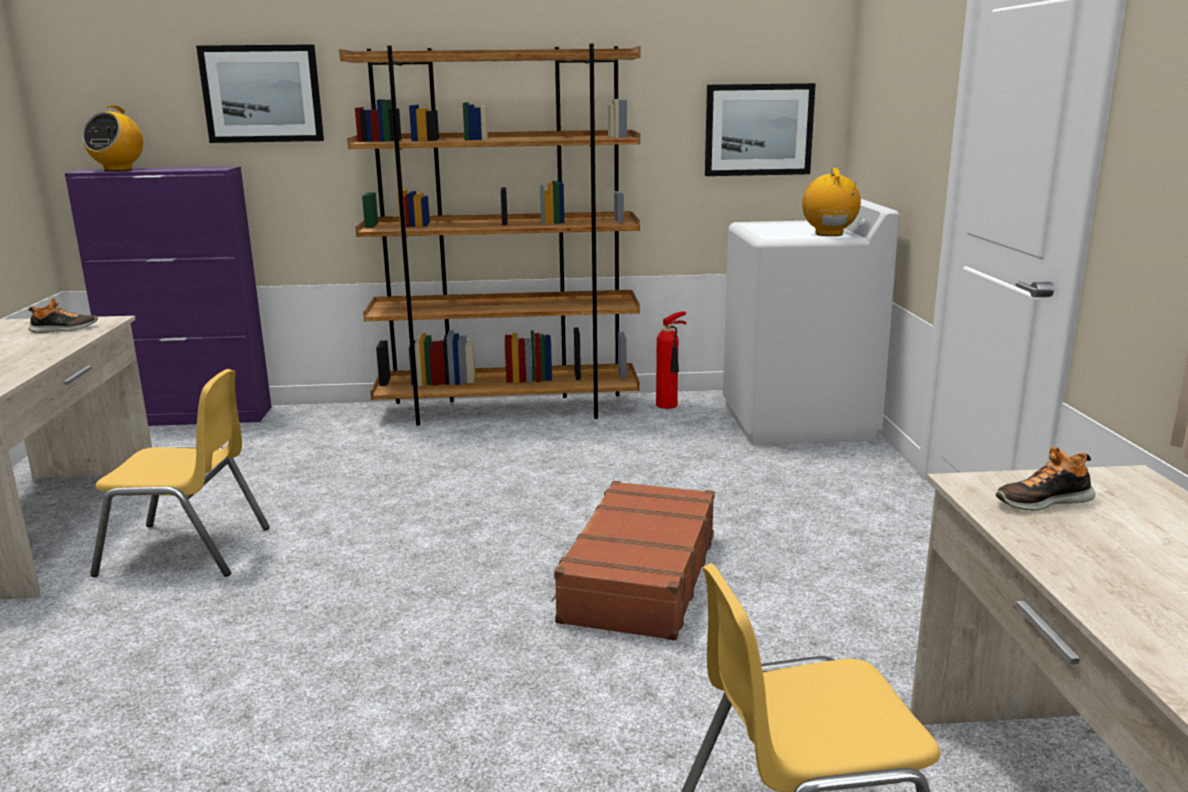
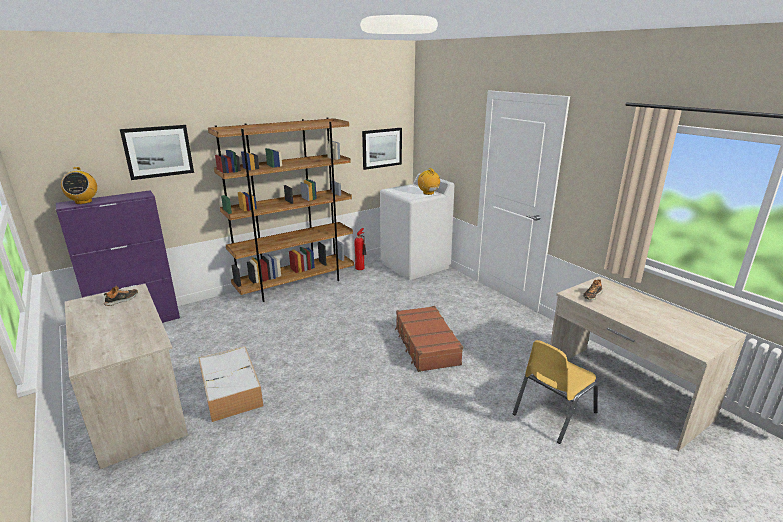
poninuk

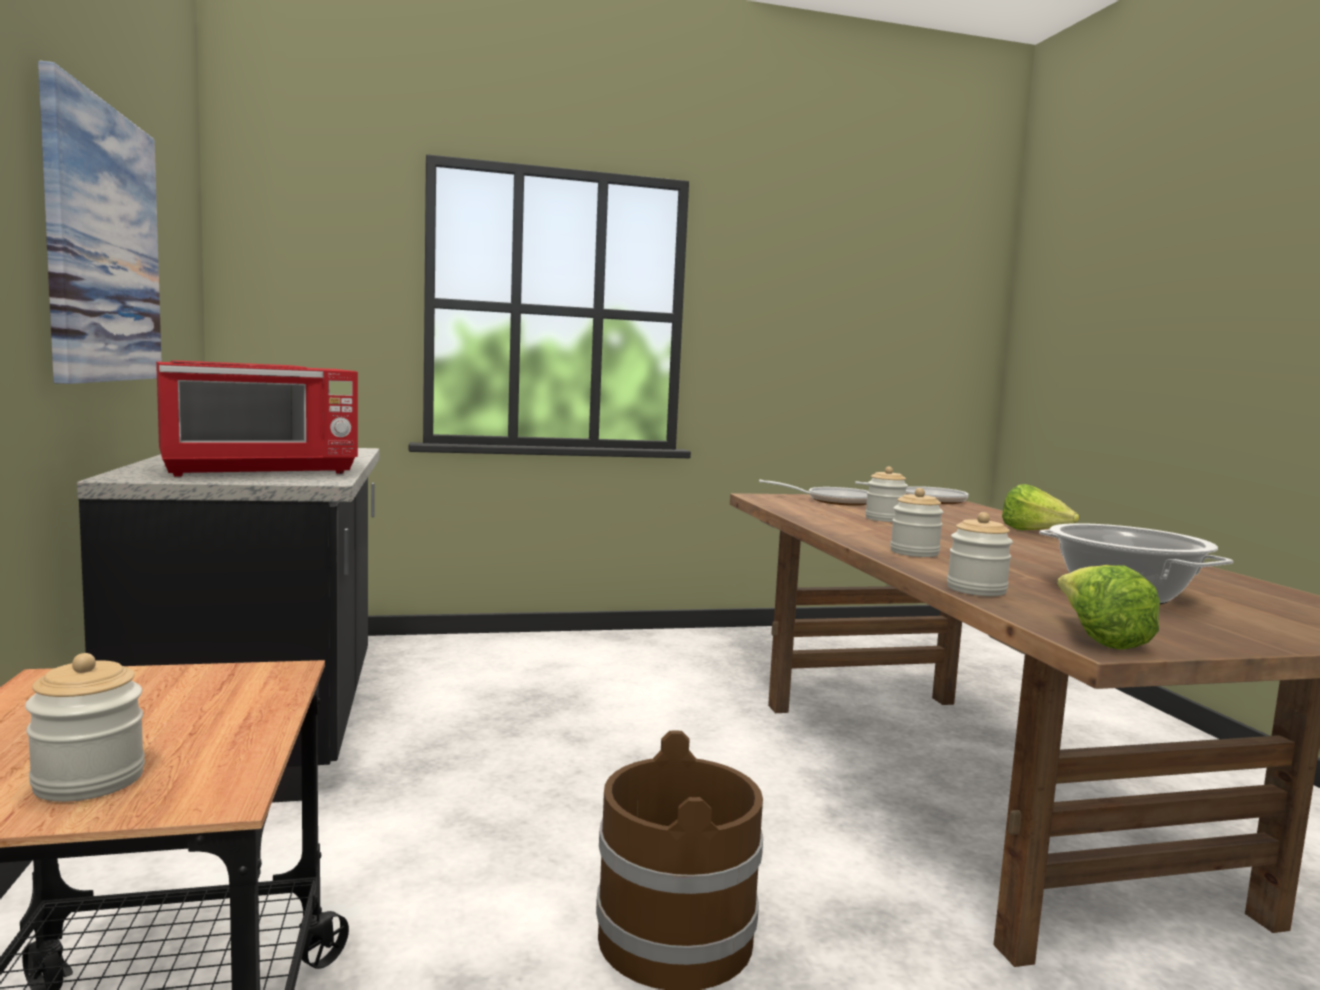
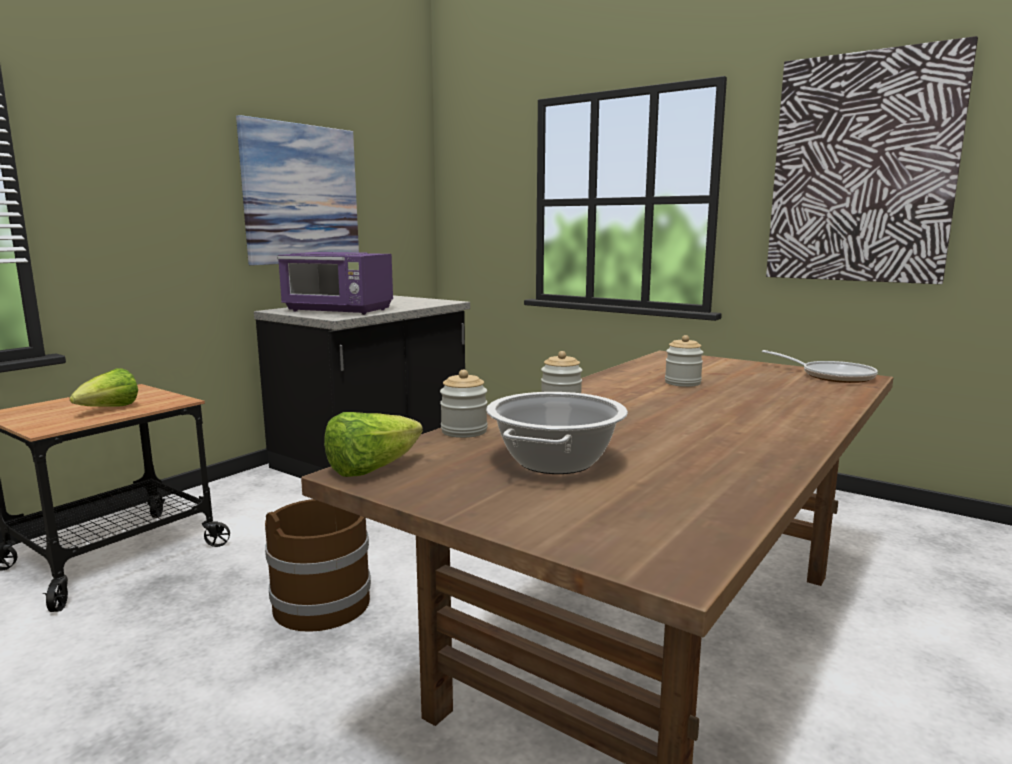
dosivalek (no. 1 from left)
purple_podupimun
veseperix (no. 2 from left)
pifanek (no. 1 from left in the first image)
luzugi (no. 1 from left in the first image)

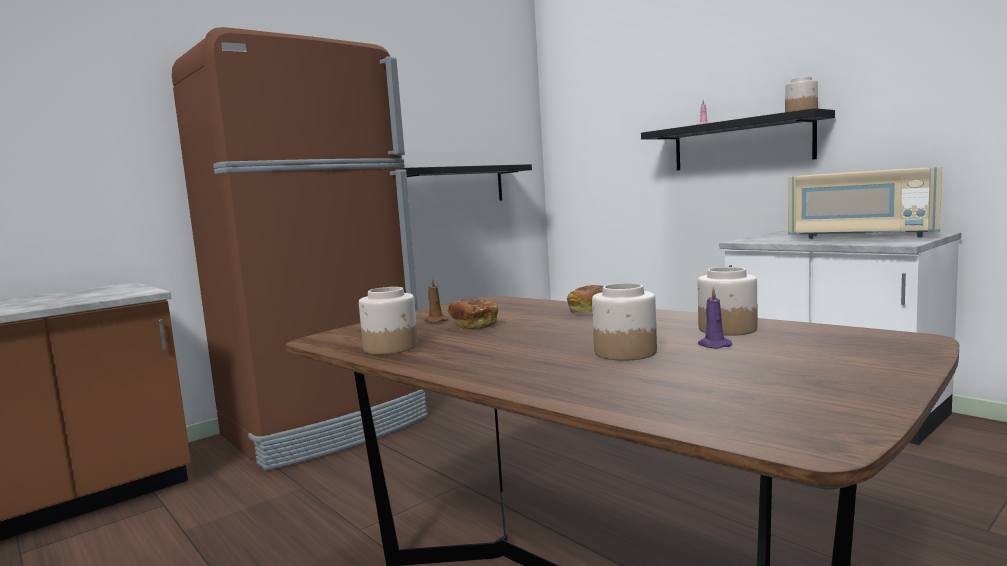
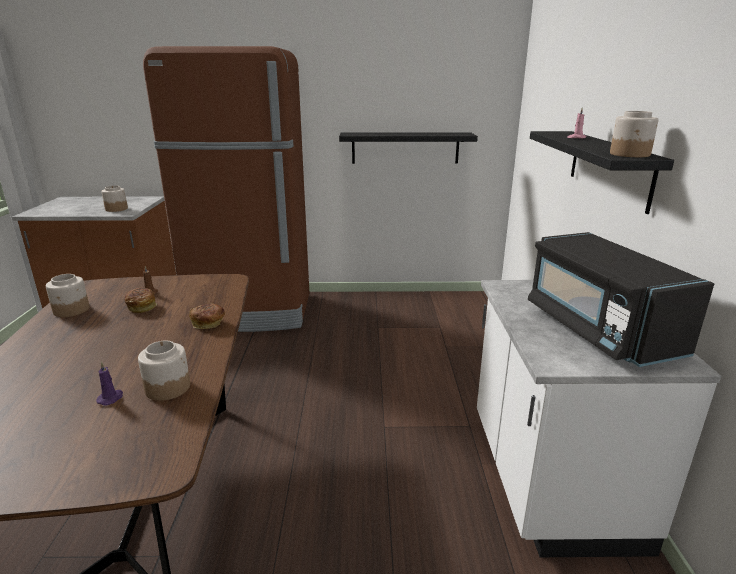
pifanek (no. 2 from left)
black_podupimun

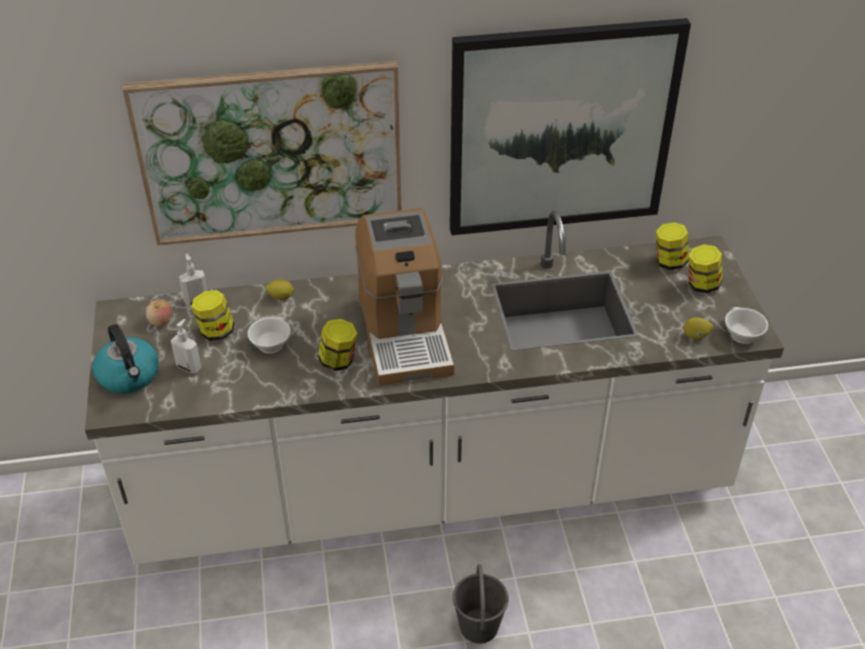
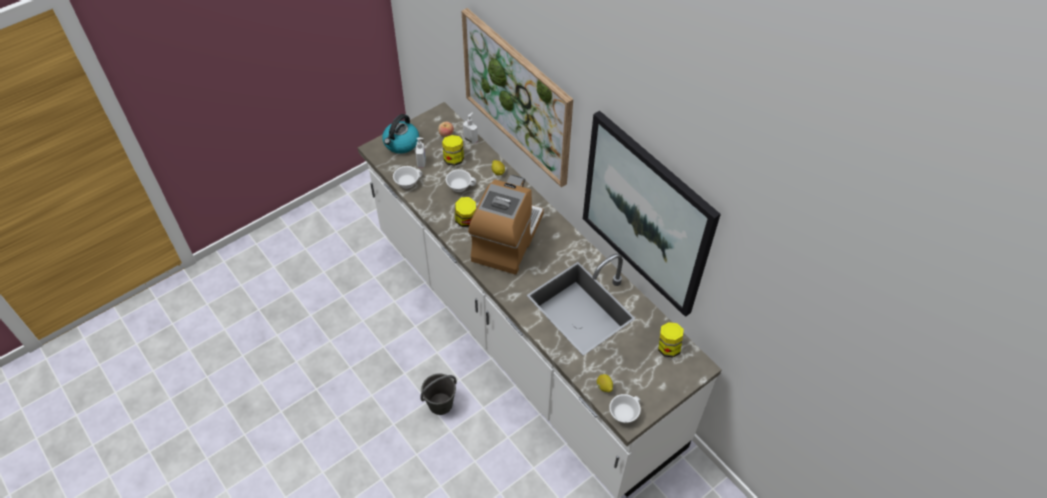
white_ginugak (no. 1 from left)
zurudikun
pifanek (no. 4 from left in the first image)

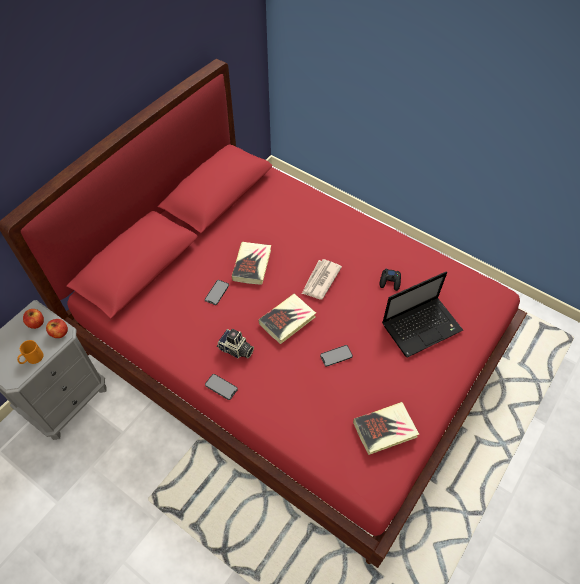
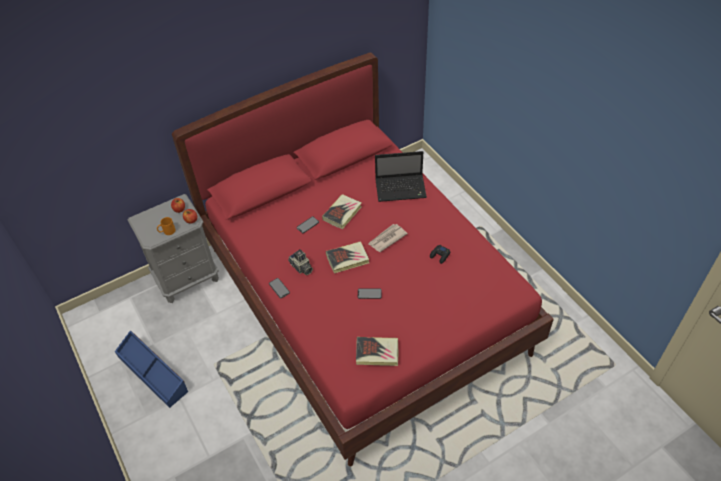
blue_poninuk
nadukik

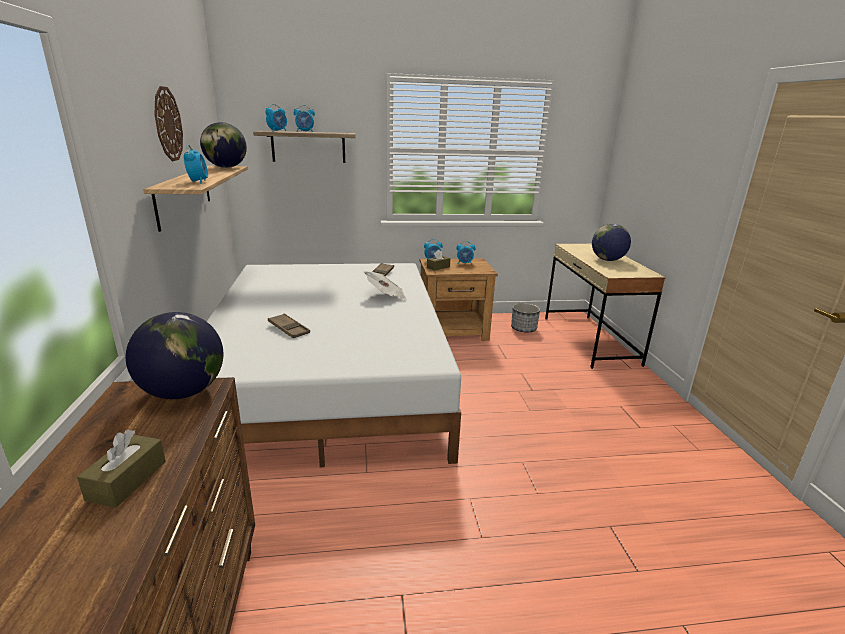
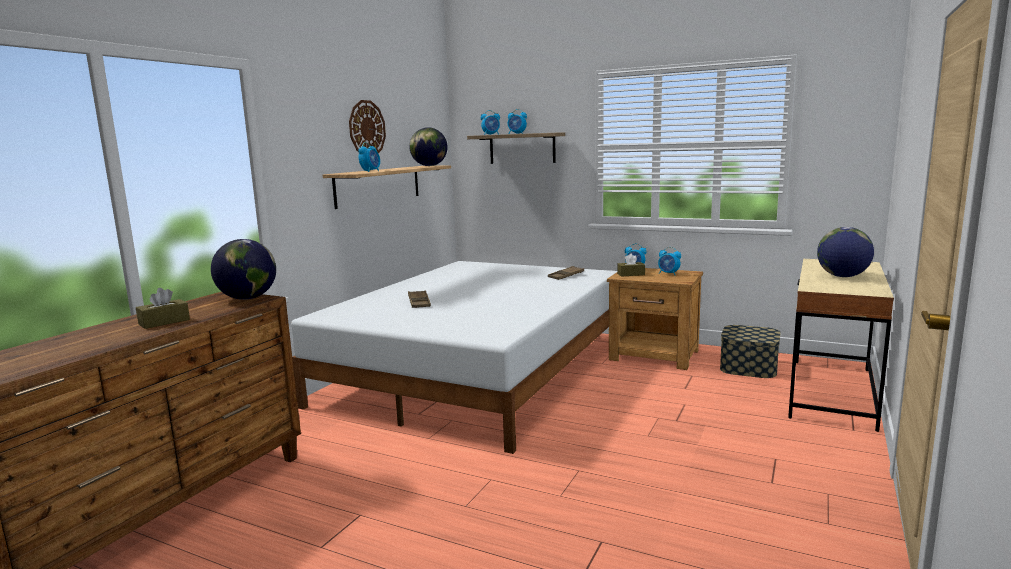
poninuk
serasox

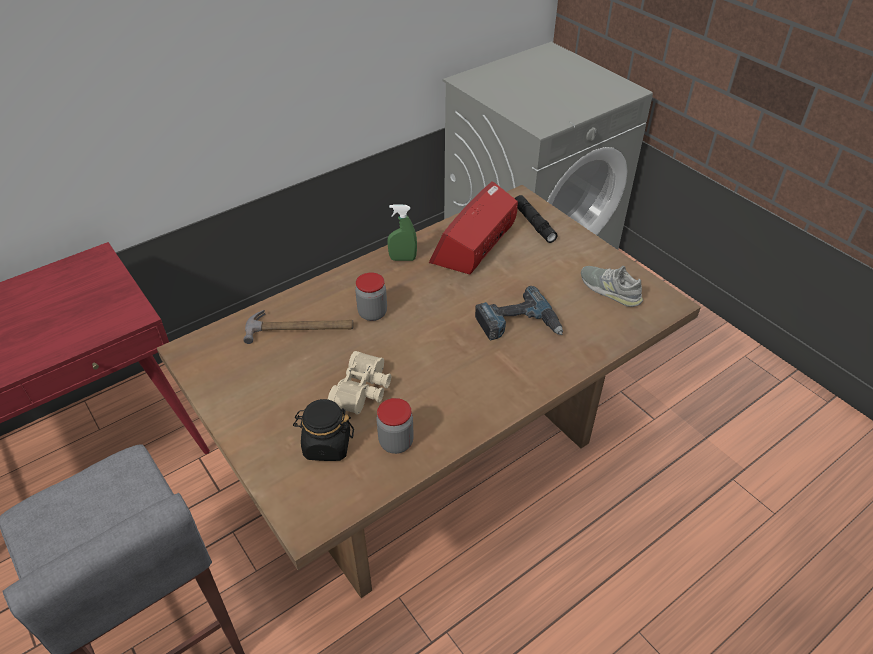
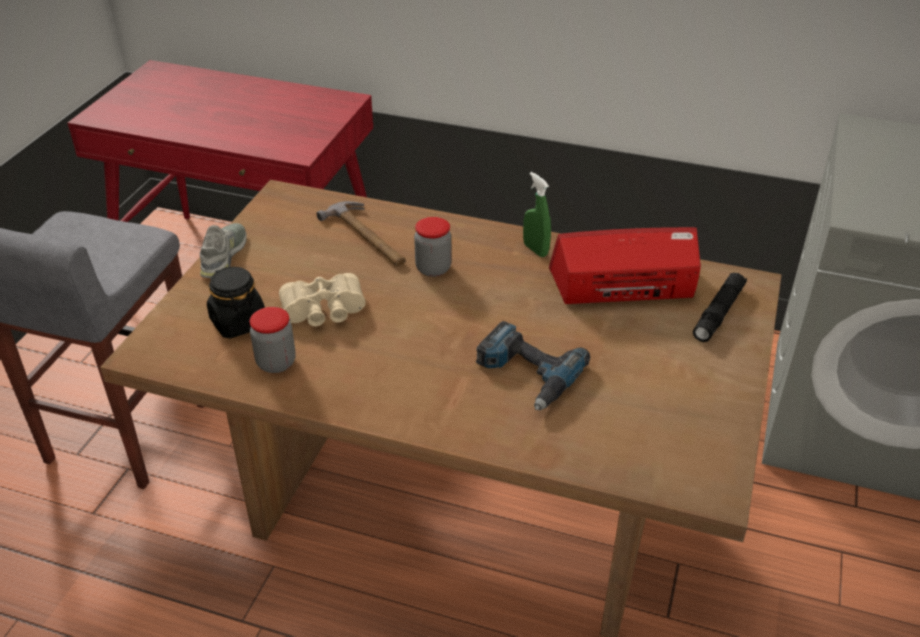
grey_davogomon

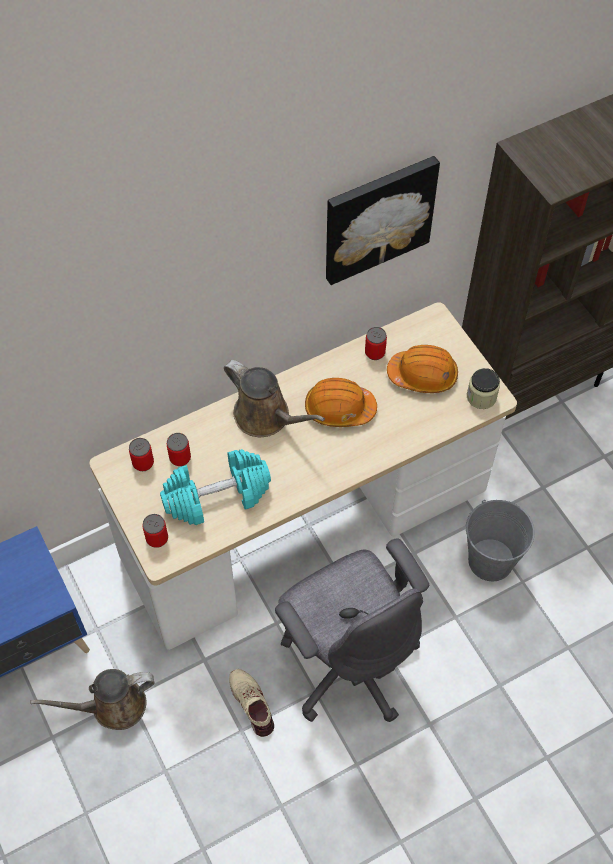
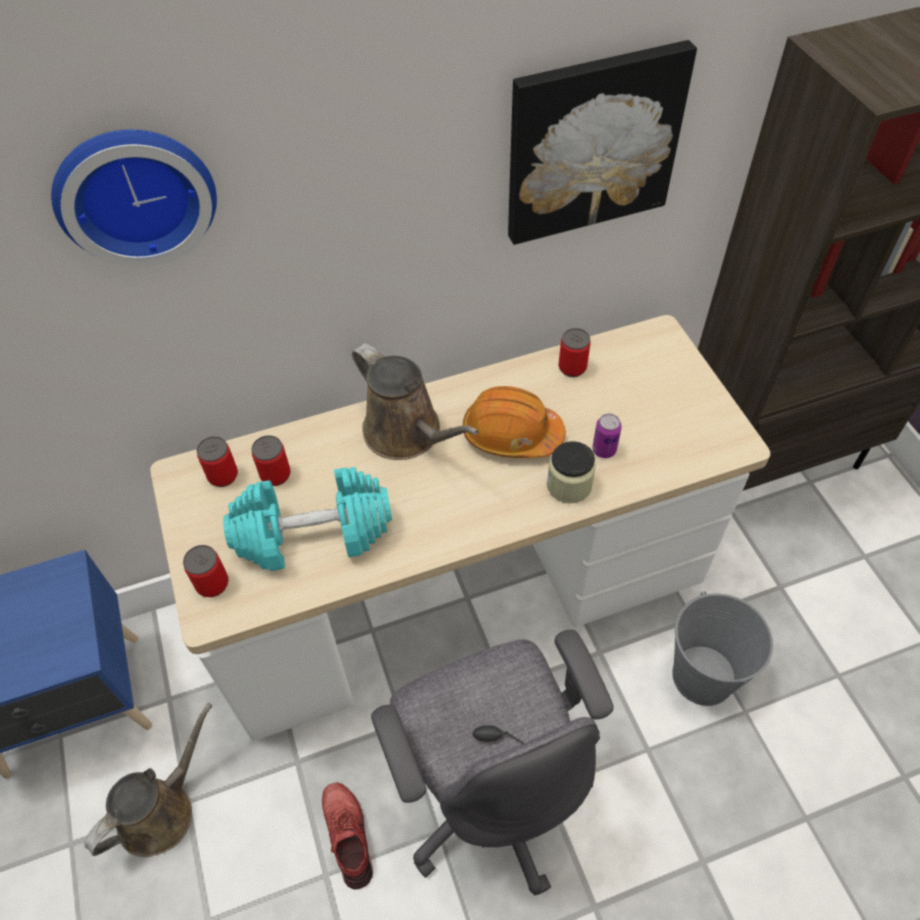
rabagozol
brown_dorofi (no. 1 from left)
red_davogomon
pifanek
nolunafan (no. 5 from left)
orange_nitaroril (no. 2 from left in the first image)

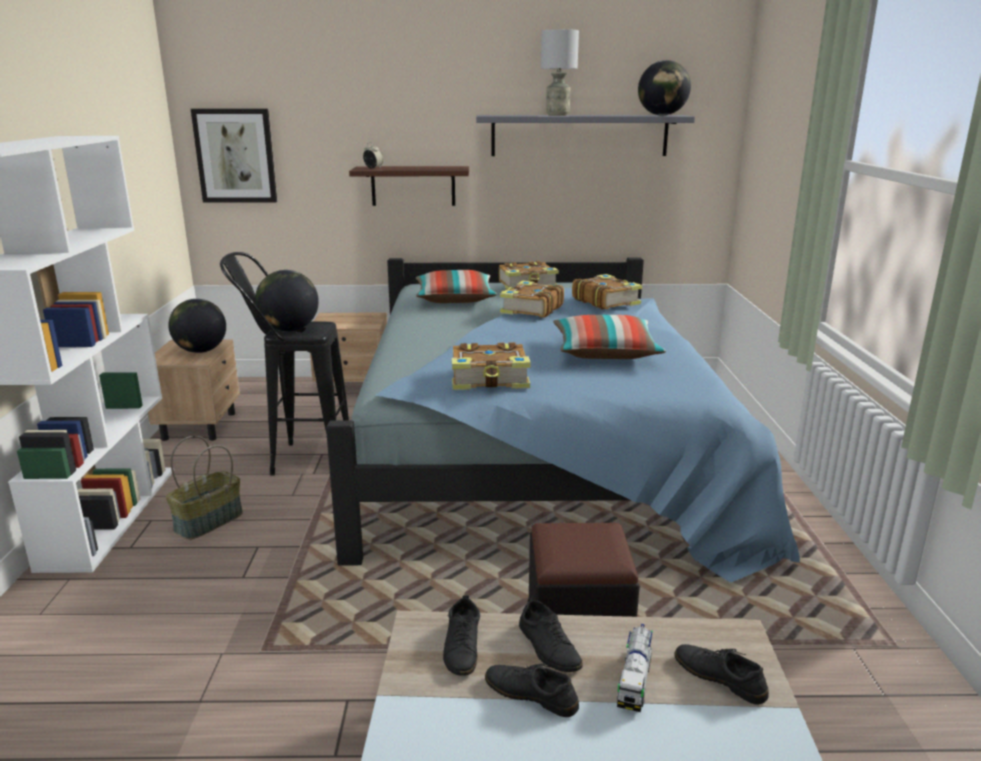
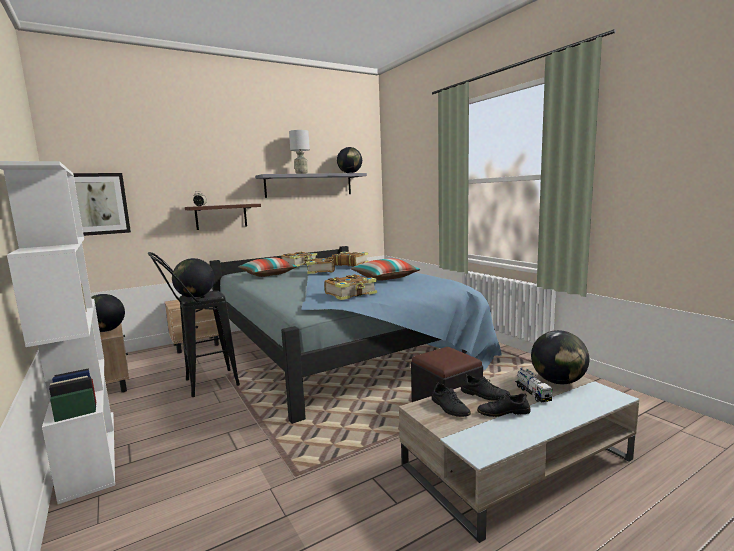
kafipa (no. 4 from left)
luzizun

